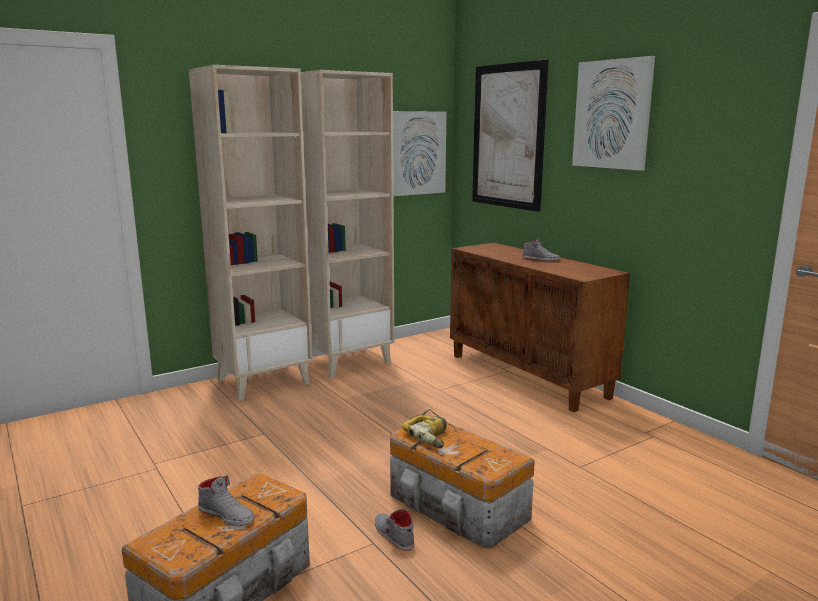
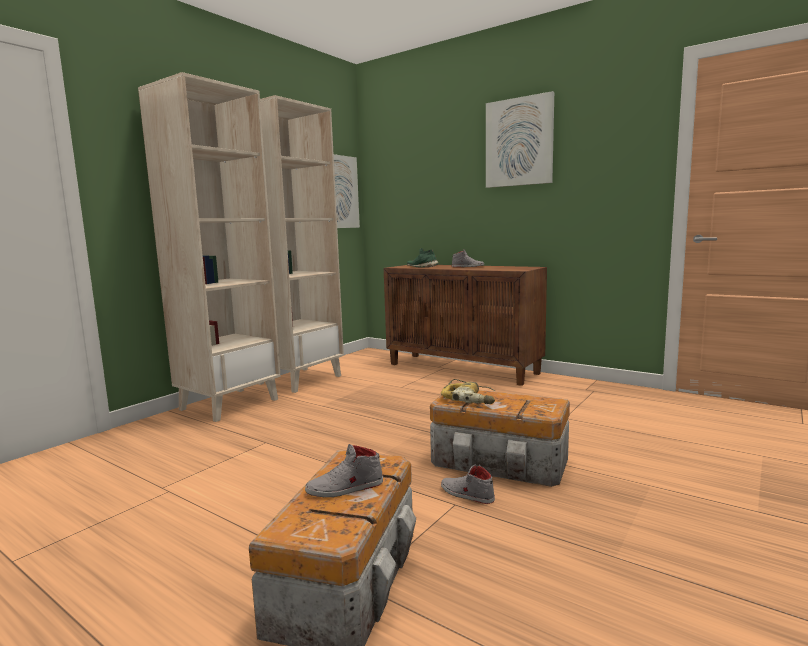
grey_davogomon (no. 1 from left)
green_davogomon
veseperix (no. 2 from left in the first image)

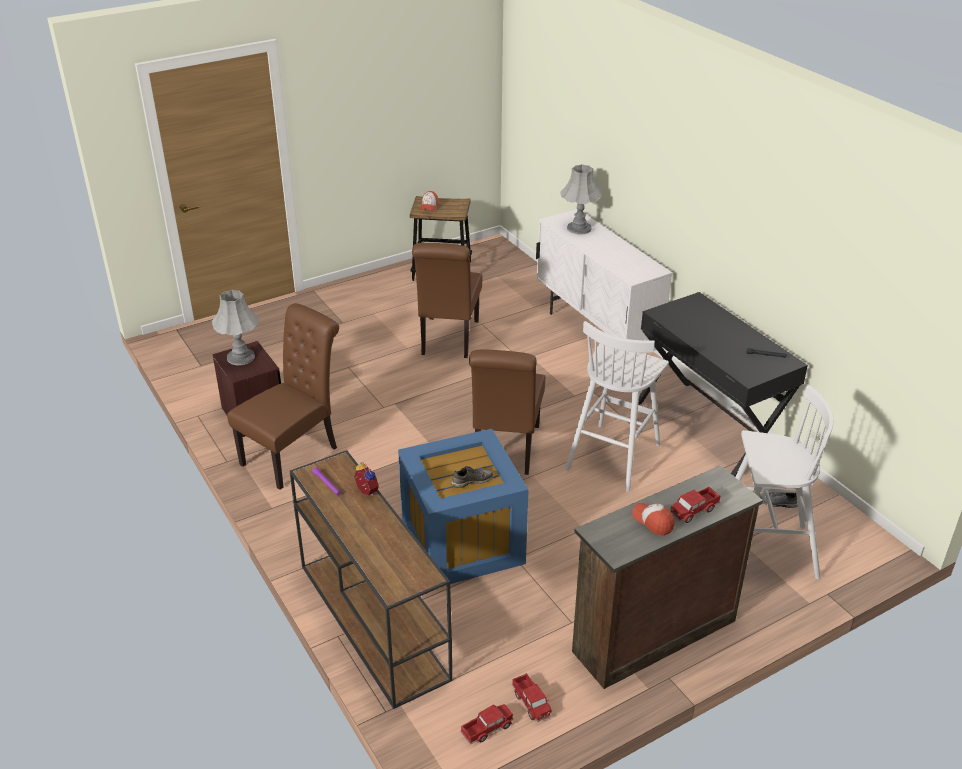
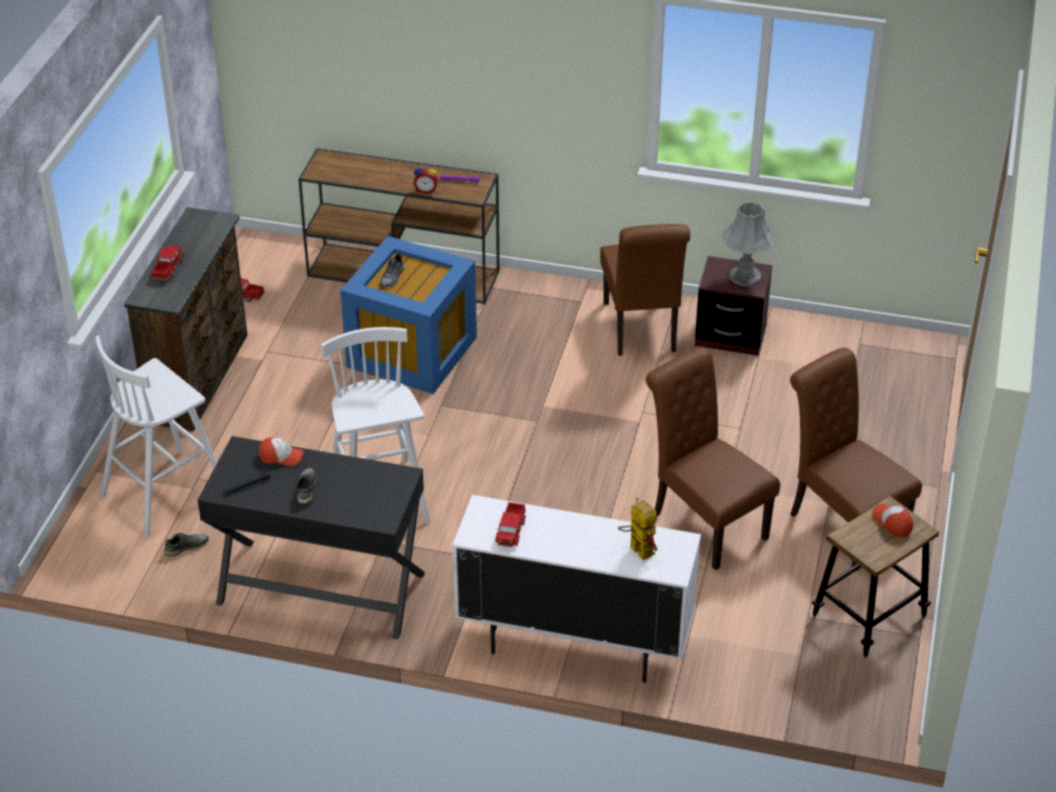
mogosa (no. 1 from left)
grey_davogomon (no. 2 from left)
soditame (no. 3 from left)
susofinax
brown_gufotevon (no. 3 from left)

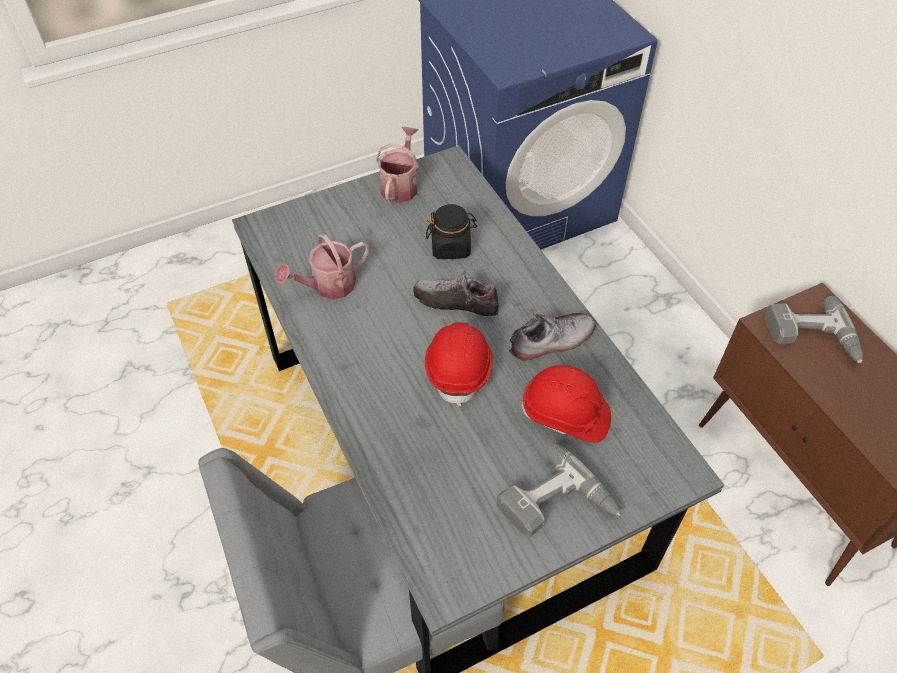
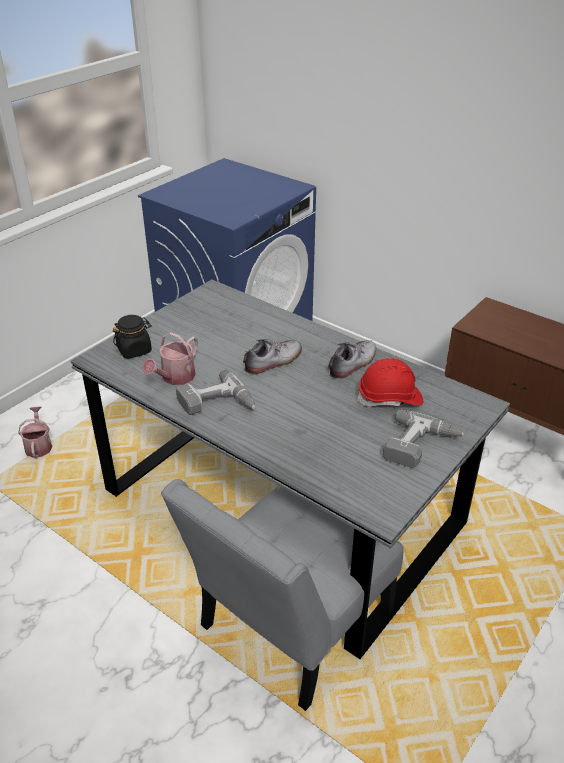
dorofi (no. 1 from left)
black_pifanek
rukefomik (no. 1 from left)
davogomon (no. 1 from left)
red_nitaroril (no. 1 from left in the first image)

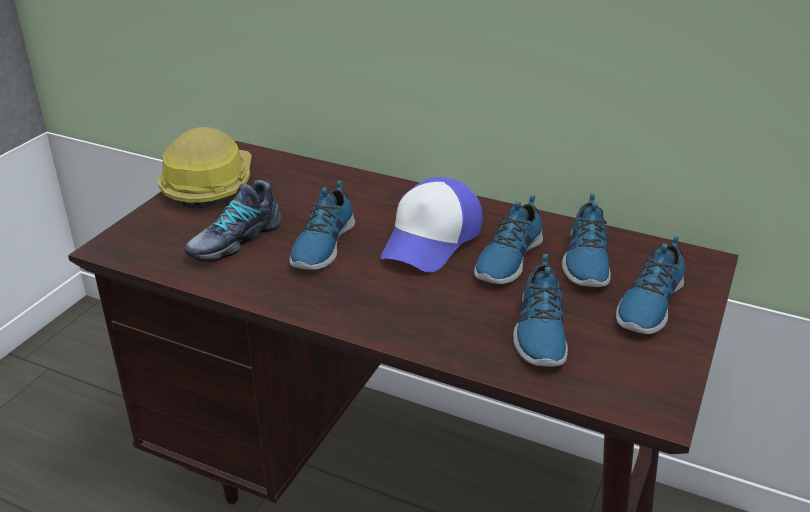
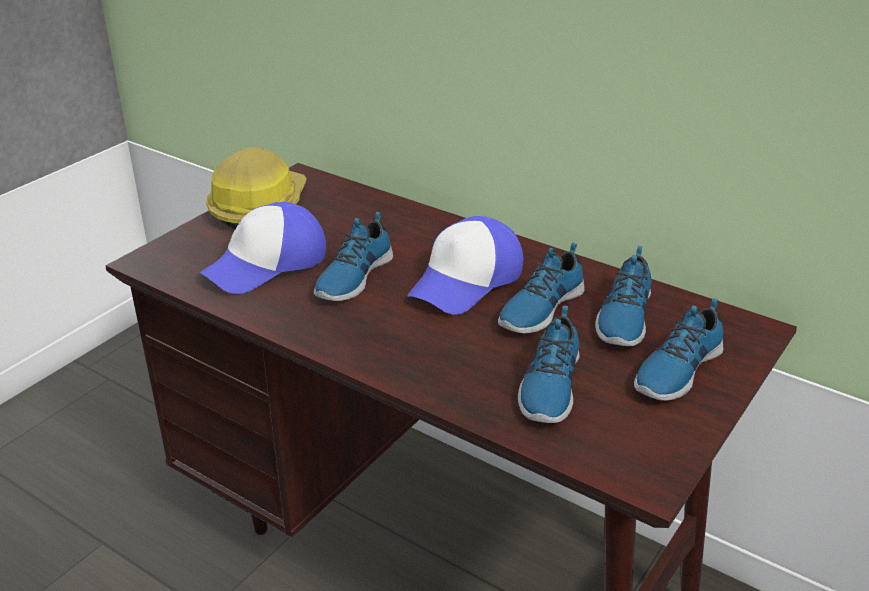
mogosa (no. 1 from left)

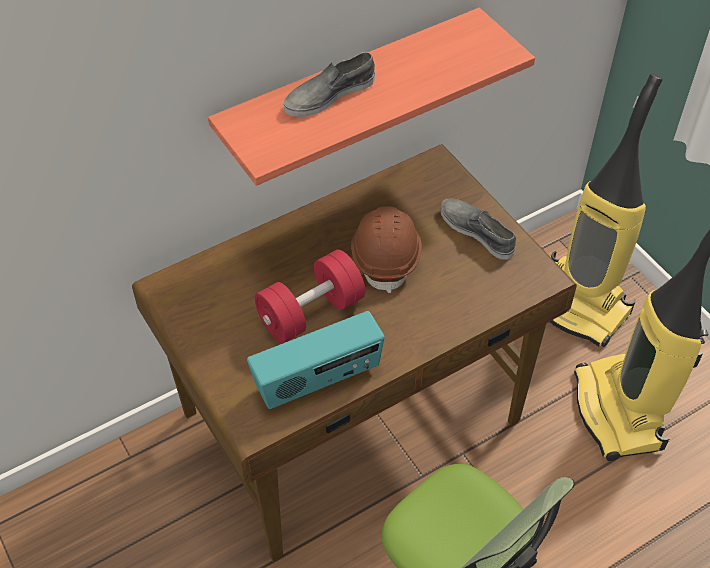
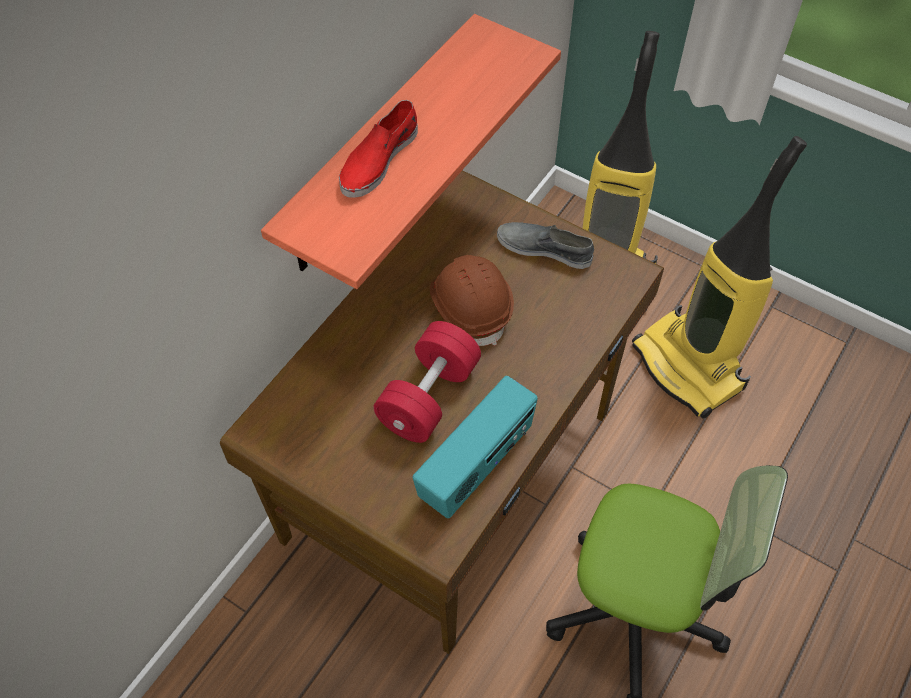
red_davogomon

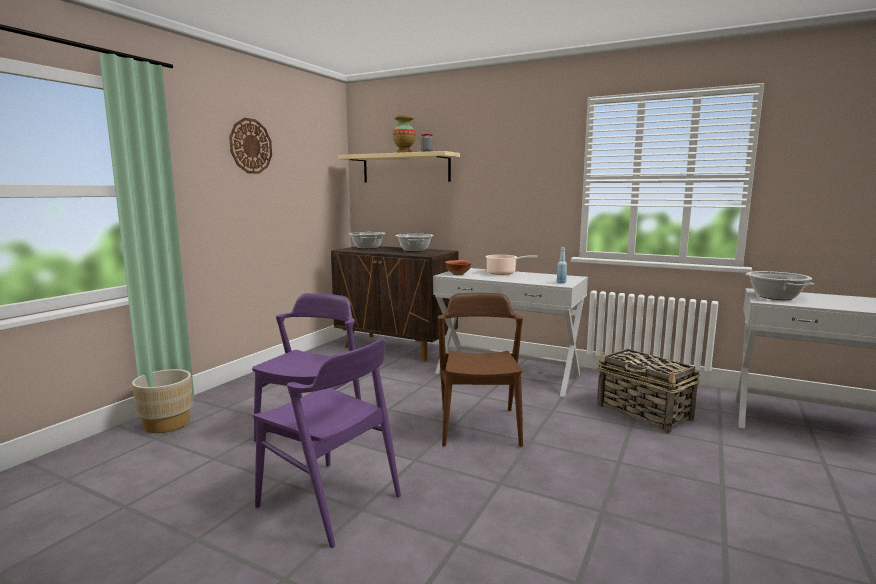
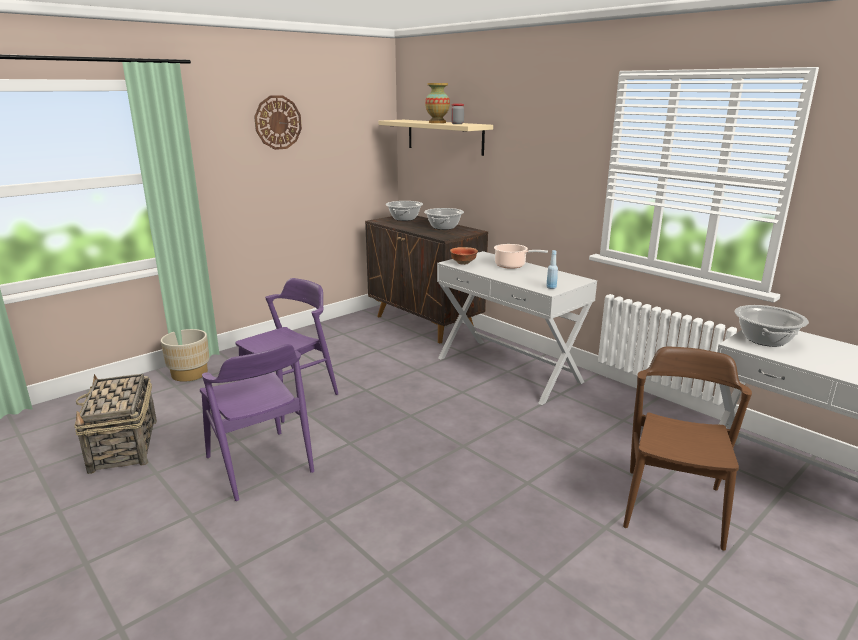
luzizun
brown_gufotevon

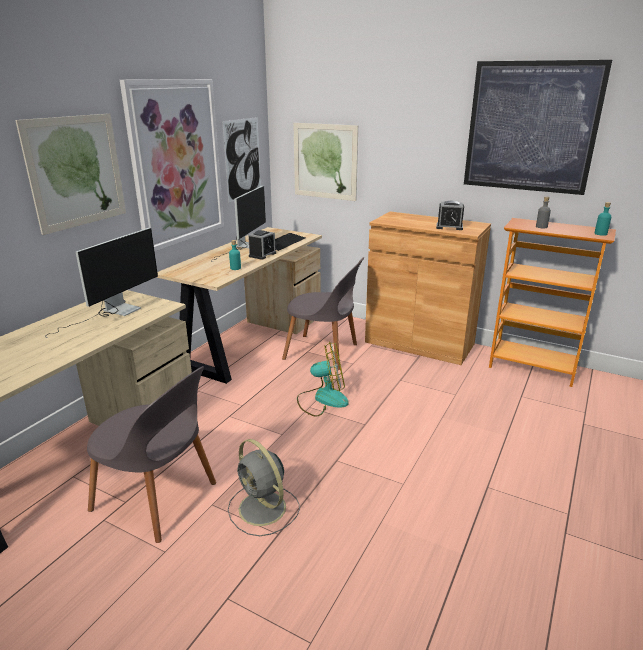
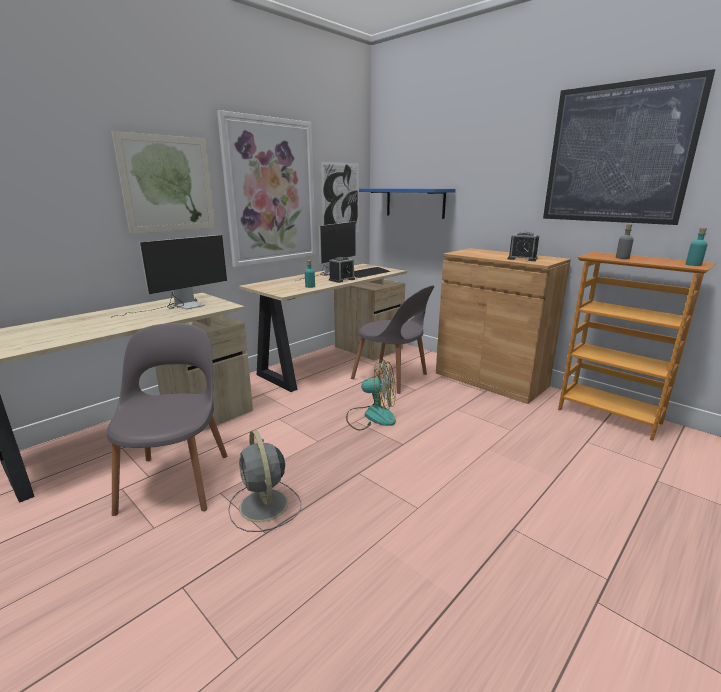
grey_gufotevon (no. 1 from left)
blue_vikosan

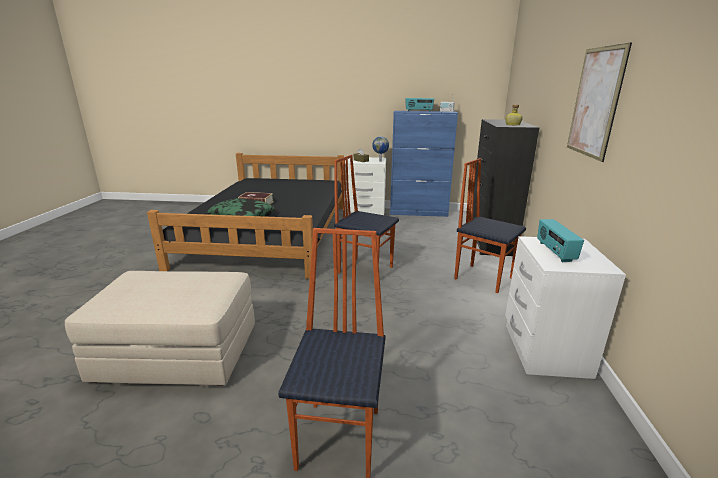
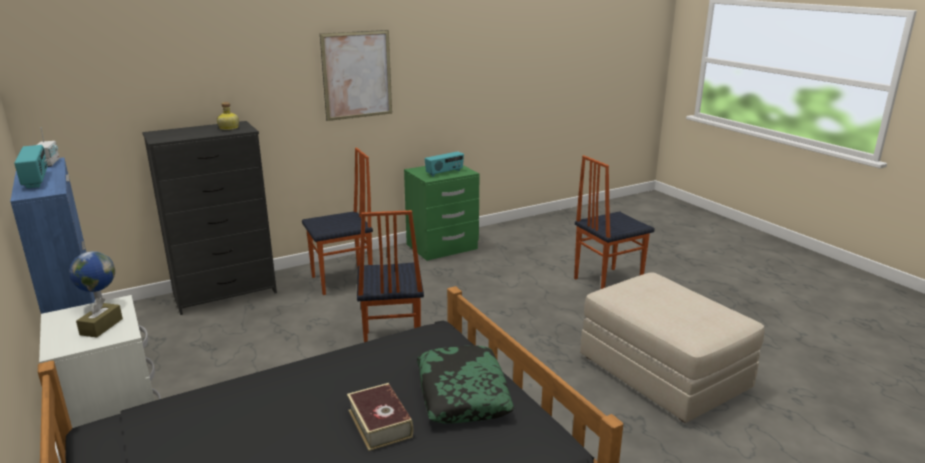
gufotevon (no. 1 from left)
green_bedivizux

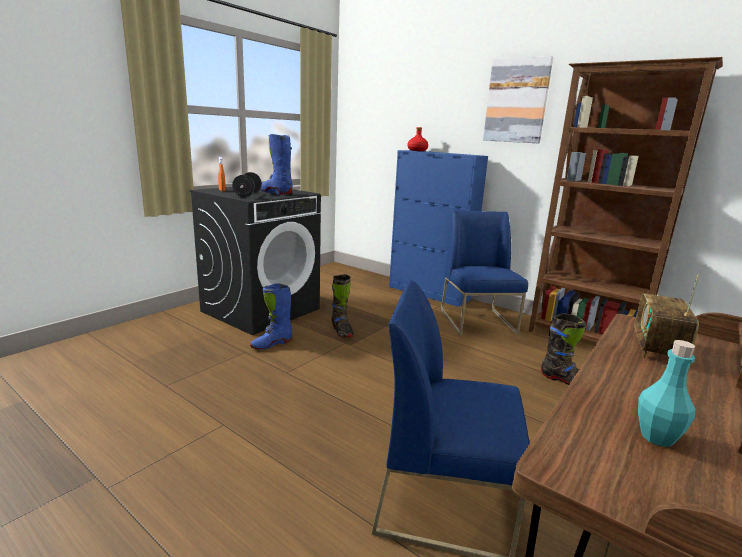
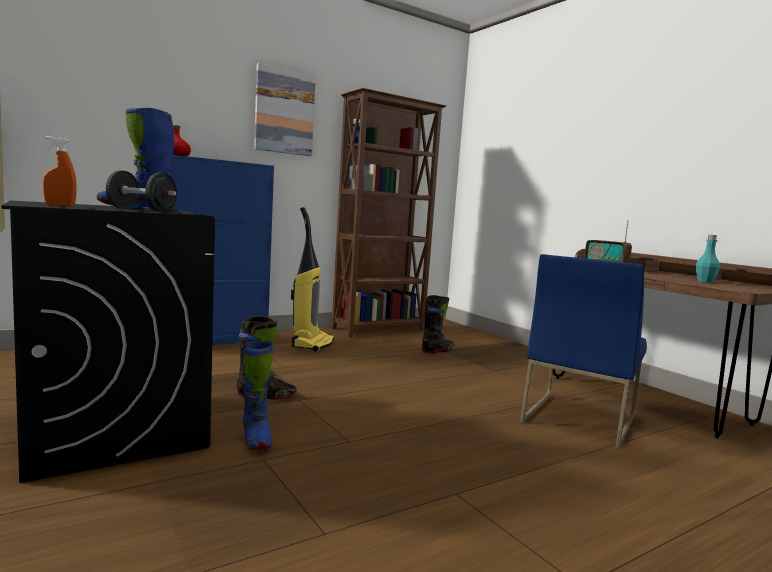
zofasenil

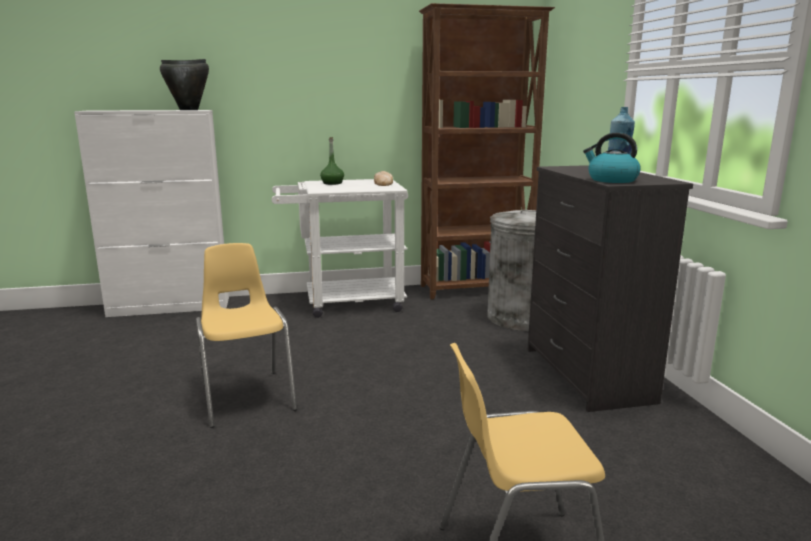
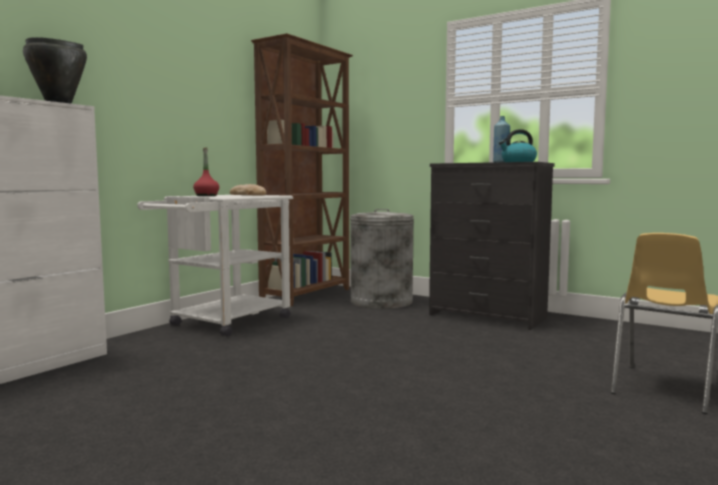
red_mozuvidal
yellow_gufotevon (no. 1 from left in the first image)

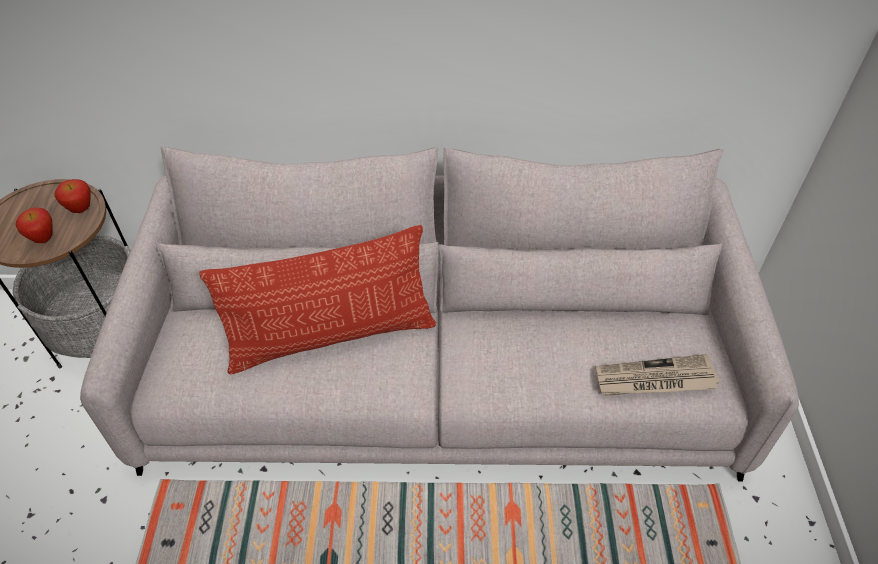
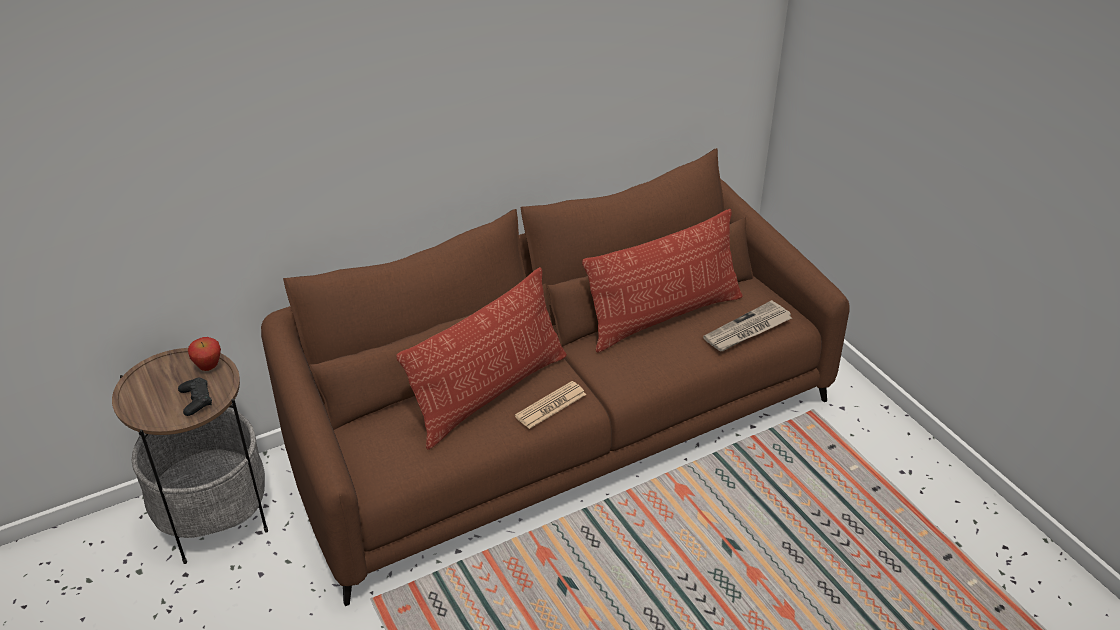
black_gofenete
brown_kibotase
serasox (no. 1 from left)
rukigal (no. 2 from left)

